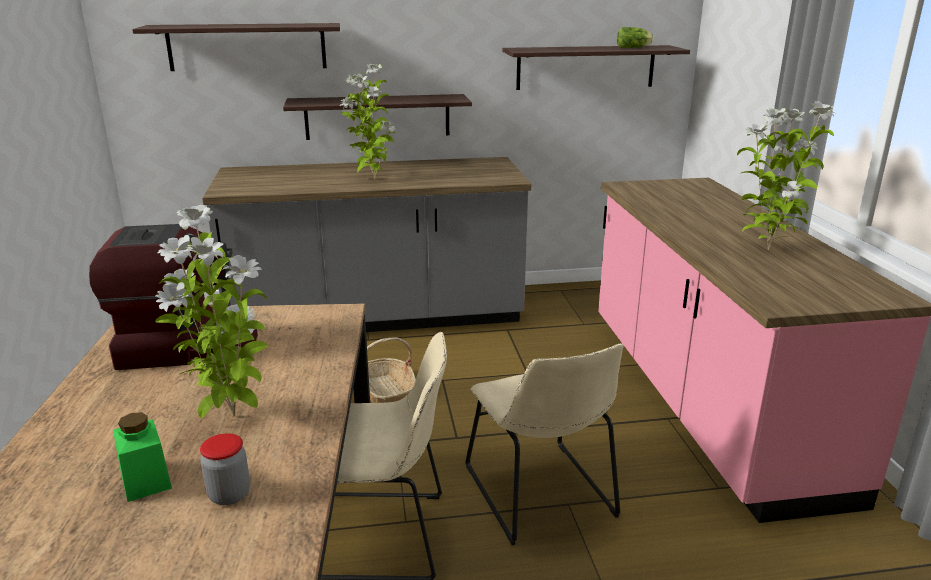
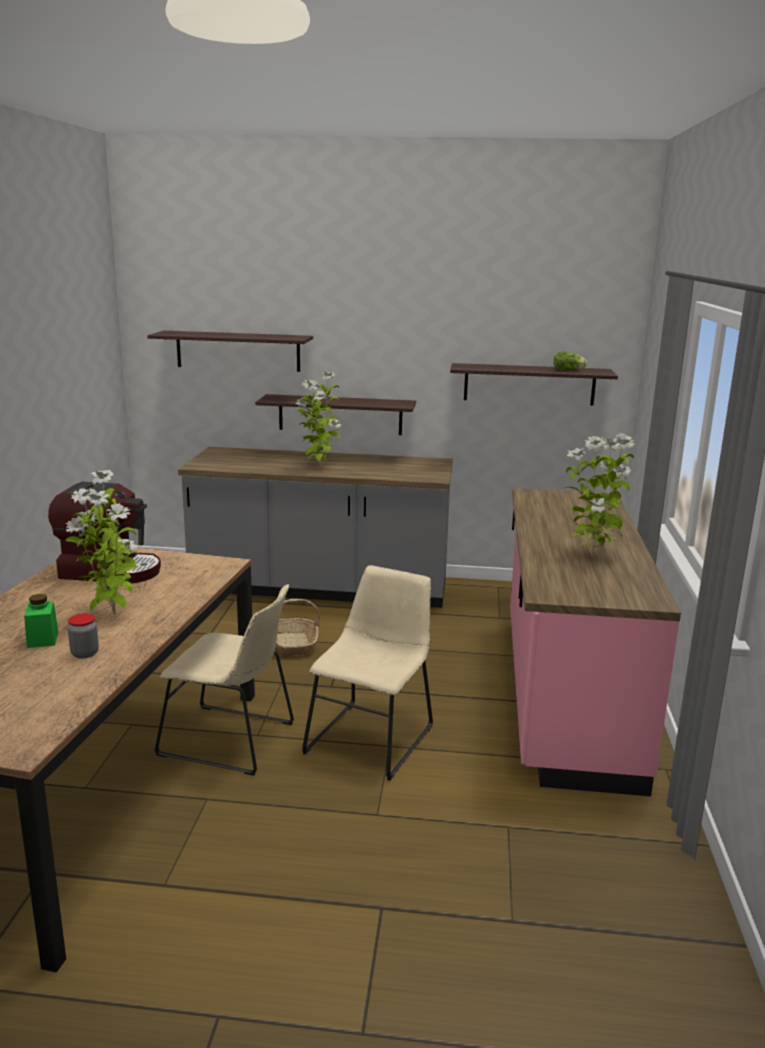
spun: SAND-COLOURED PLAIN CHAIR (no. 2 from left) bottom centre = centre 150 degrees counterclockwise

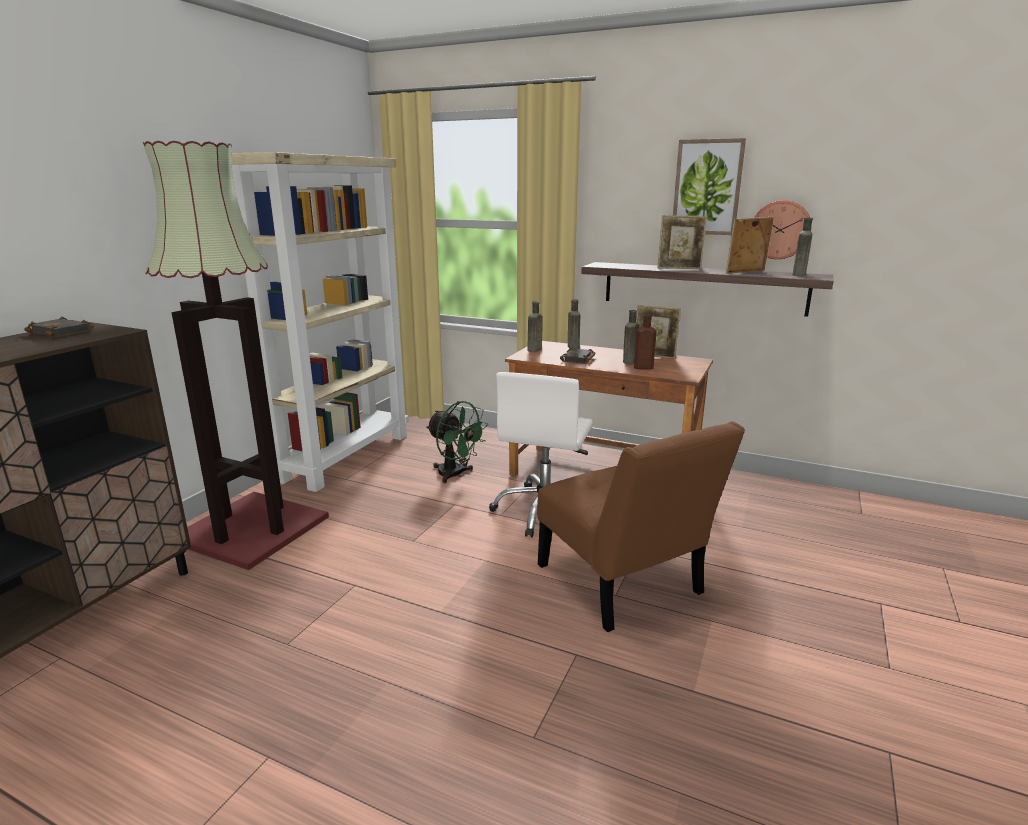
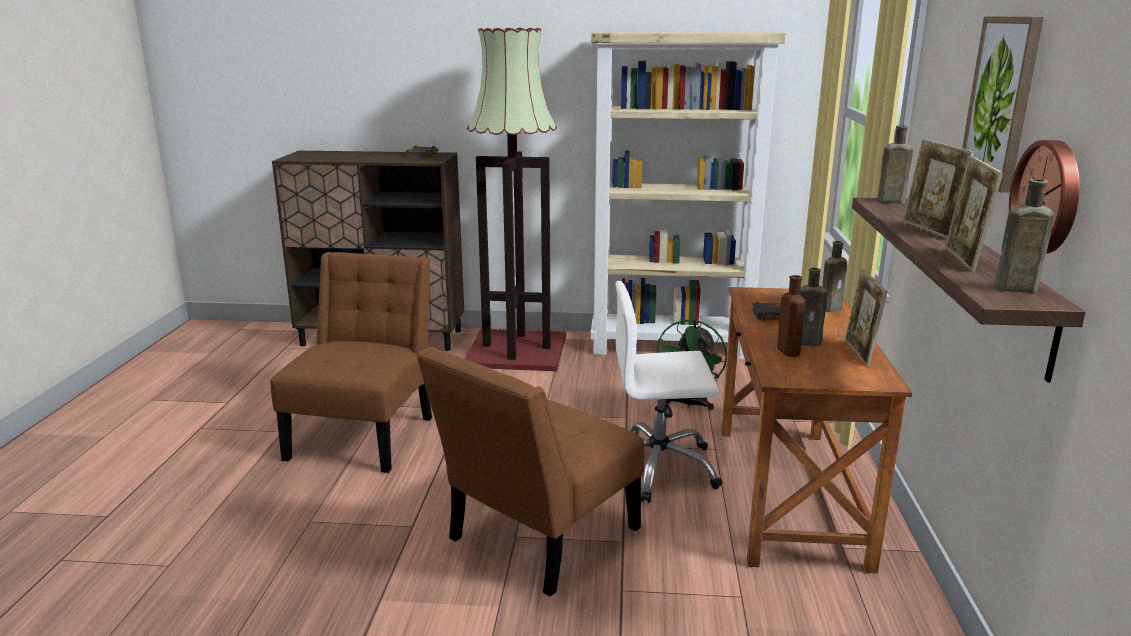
appeared: BROWN PLAIN CHAIR (no. 1 from left) middle left
relocated: BROWN DRINK BOTTLE (no. 1 from left in the first image) centre to BROWN DRINK BOTTLE (no. 4 from left) top right
spun: PICTURE FRAME (no. 3 from left) top right = middle right 135 degrees counterclockwise

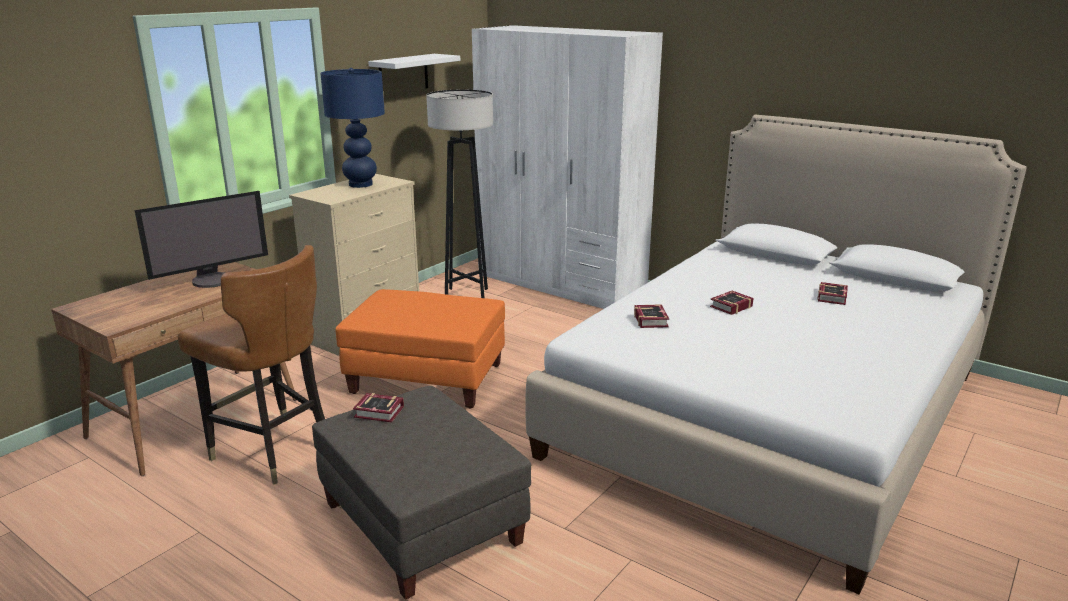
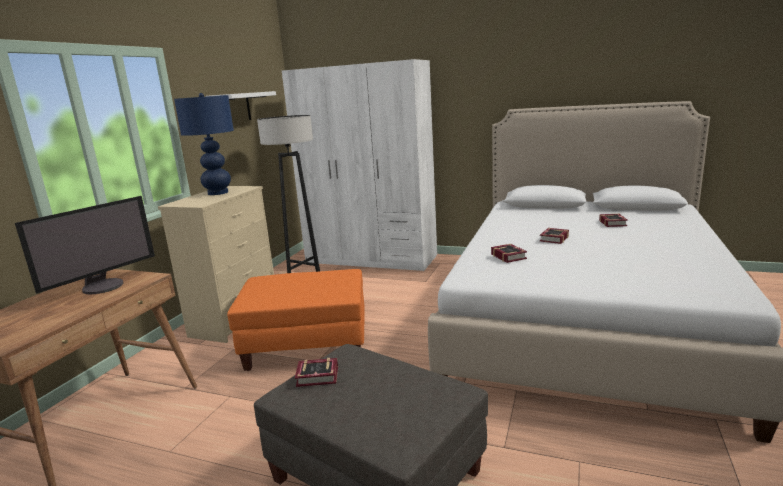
missing: BROWN PLAIN CHAIR middle left

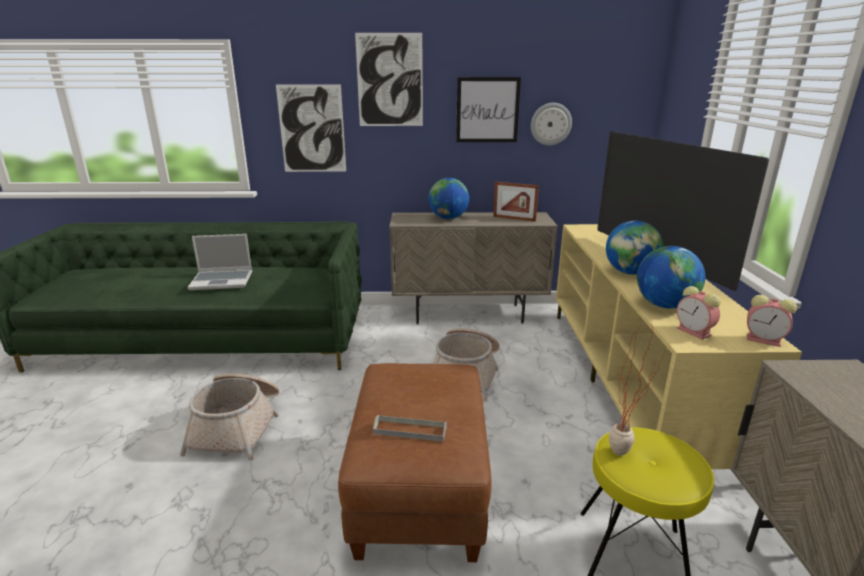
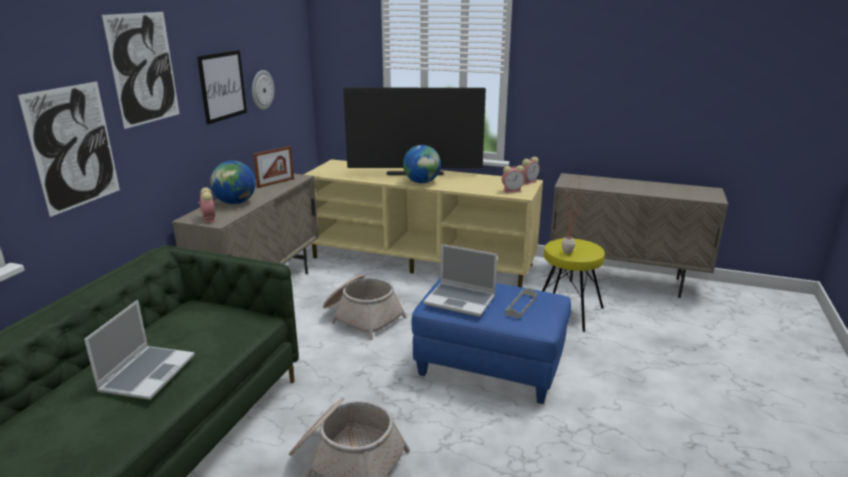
missing: WORLD GLOBE (no. 3 from left) middle right
appeared: TABLE CLOCK (no. 1 from left) middle left; LAPTOP (no. 2 from left) centre
colour: BROWN POUFFE bottom centre to BLUE POUFFE bottom centre

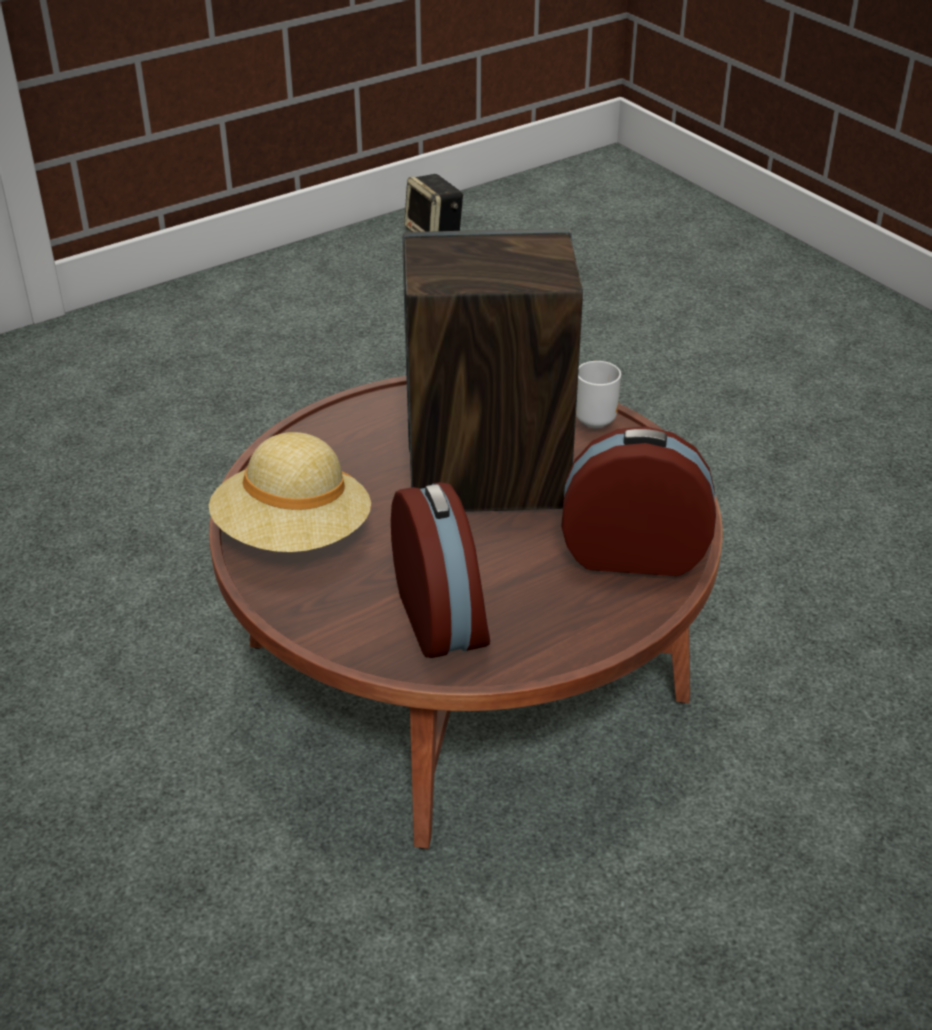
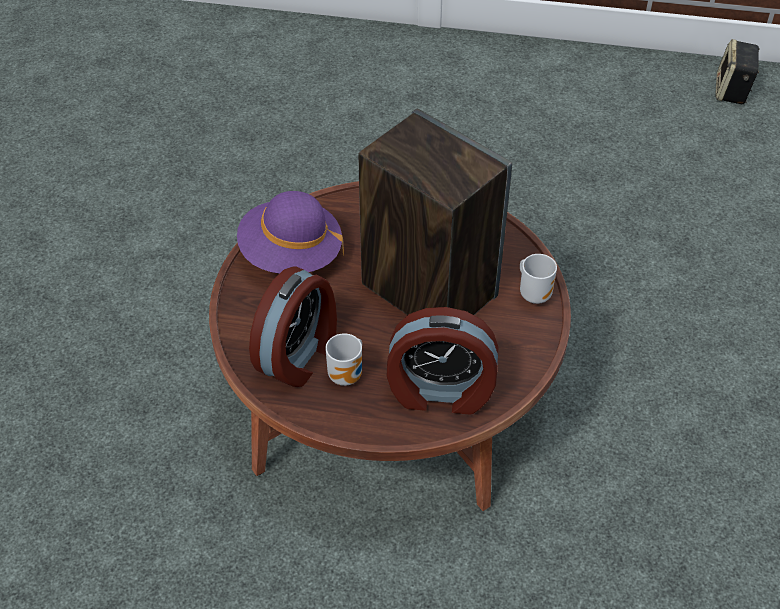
appeared: COFFEE MUG (no. 1 from left) centre
colour: SAND-COLOURED WEARABLE HAT middle left to PURPLE WEARABLE HAT centre
spun: TABLE CLOCK (no. 2 from left) middle right = centre 135 degrees clockwise

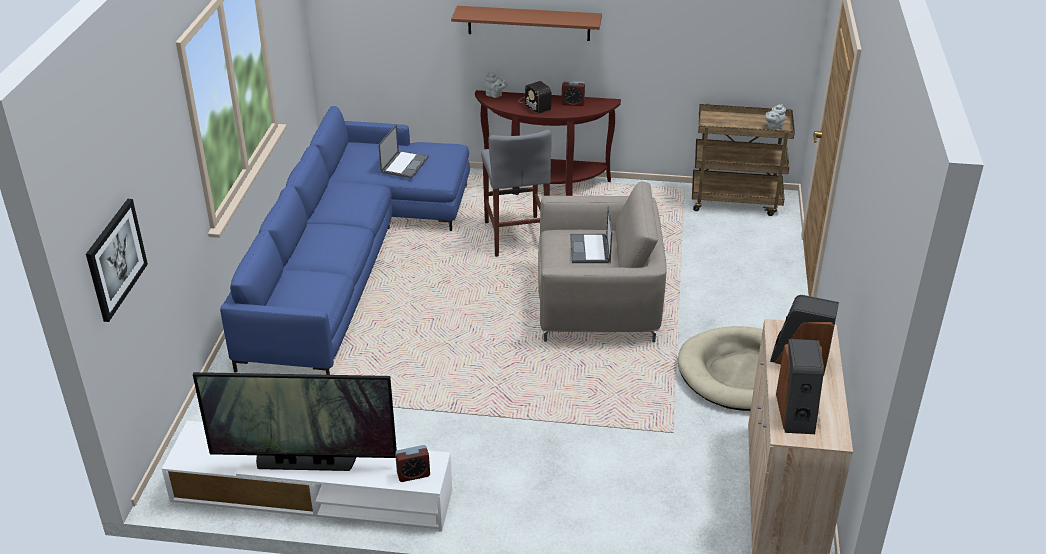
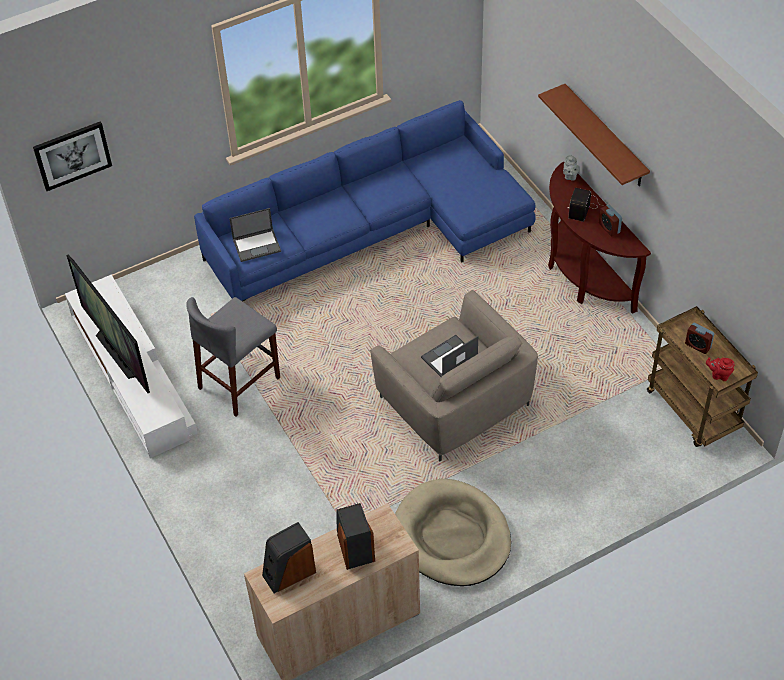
relocated: LAPTOP (no. 1 from left) top centre to middle left; GREYISH STOOL SEAT centre to middle left; TABLE CLOCK (no. 1 from left in the first image) bottom centre to TABLE CLOCK (no. 2 from left) middle right
colour: GREYISH TEAPOT (no. 2 from left) top right to RED TEAPOT middle right

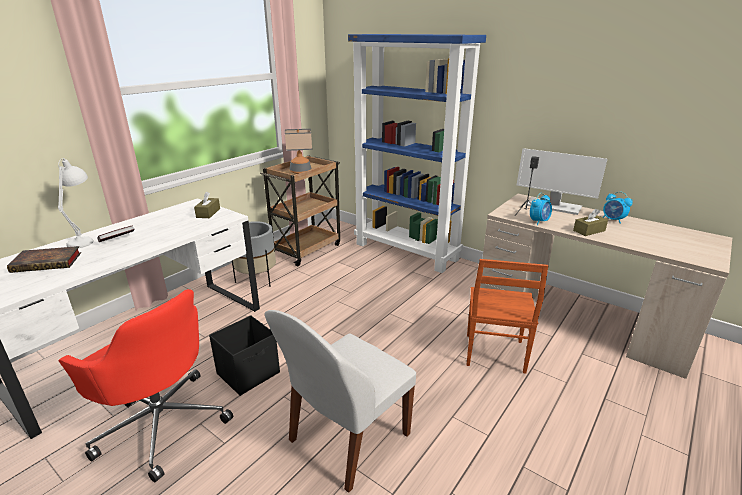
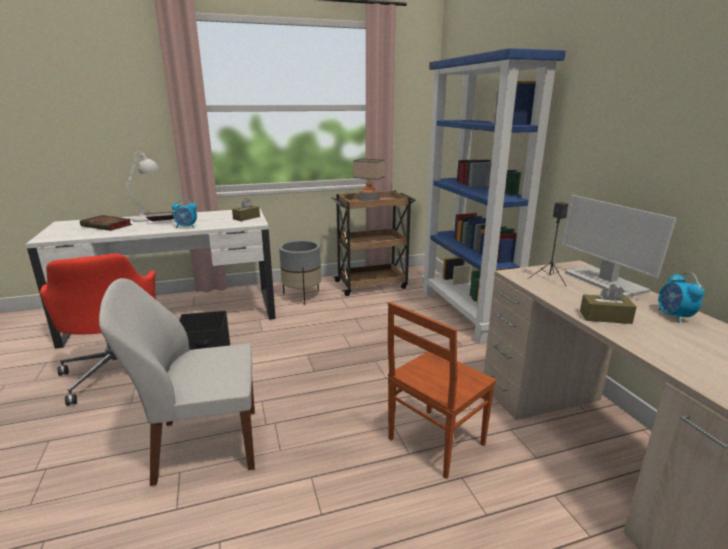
relocated: TABLE CLOCK (no. 1 from left) middle right to middle left

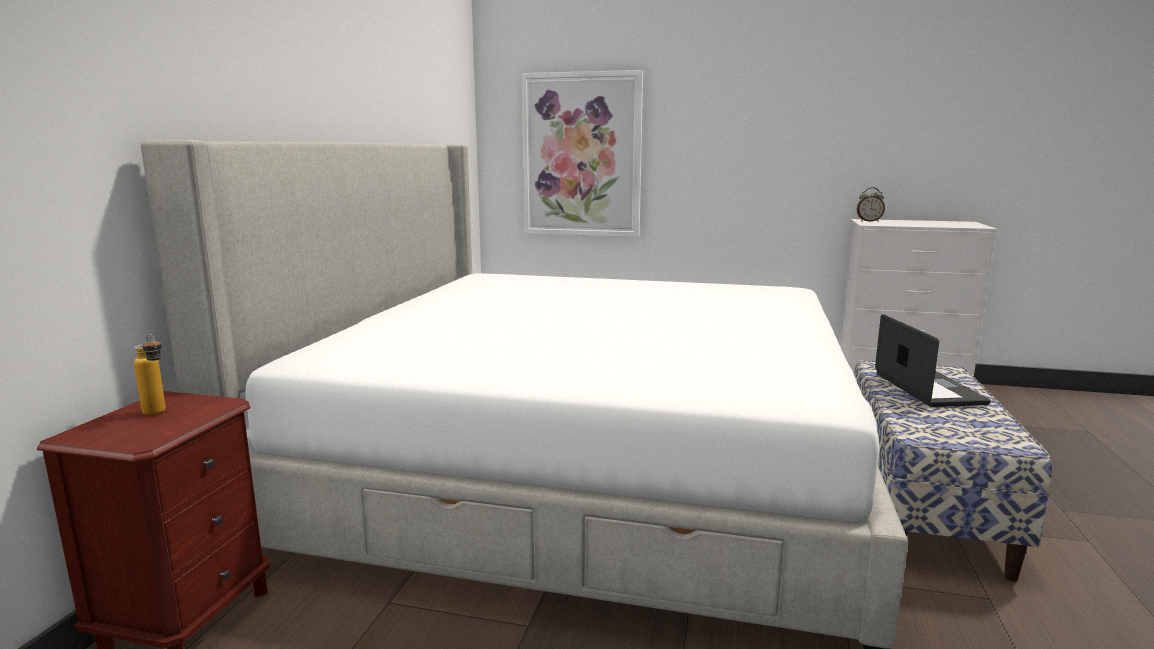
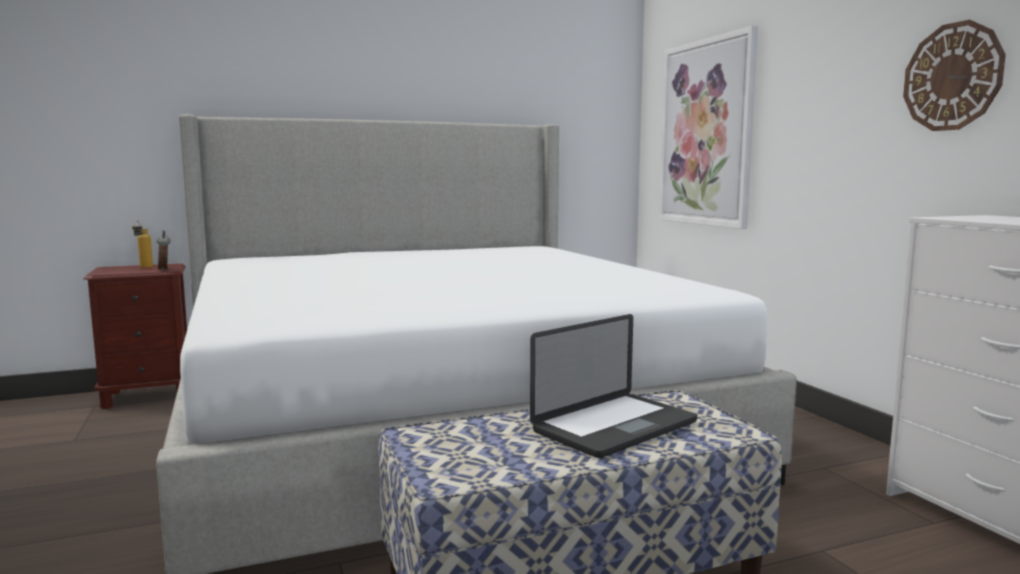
appeared: CLOCK ON THE WALL top right
relocated: TABLE CLOCK top right to middle left

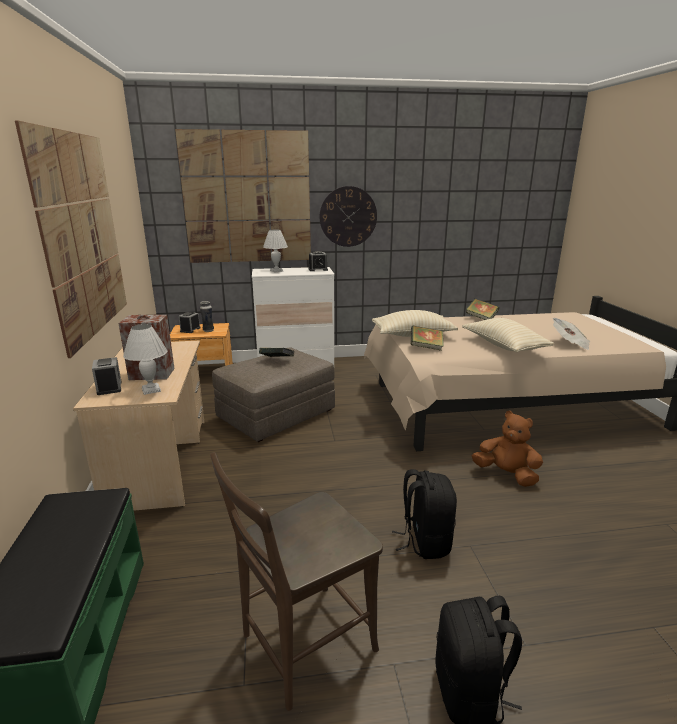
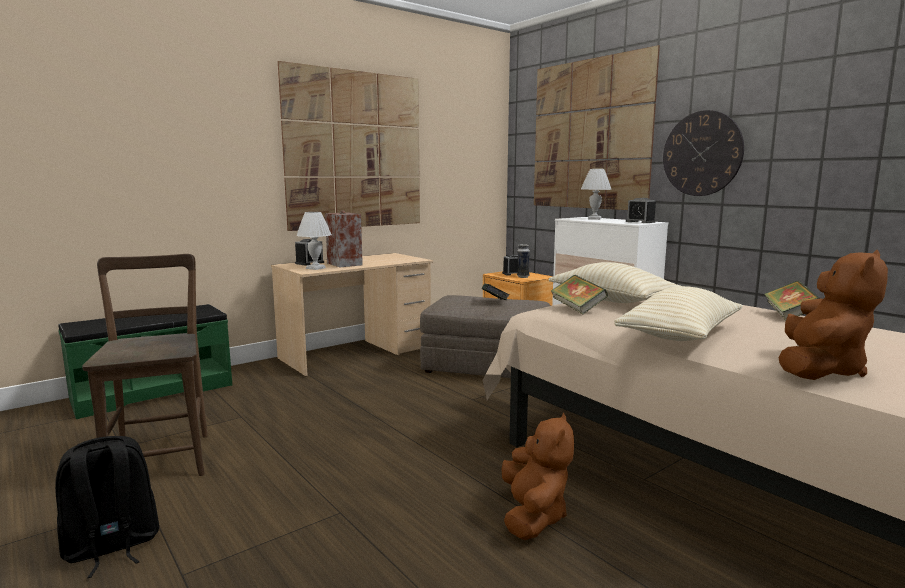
missing: BLACKISH KNAPSACK (no. 1 from left) bottom centre
exchanged: PRINTED PAPER middle right to BROWN PLUSH TOY (no. 2 from left) middle right
spun: BROWN PLAIN CHAIR bottom centre = middle left 45 degrees clockwise

